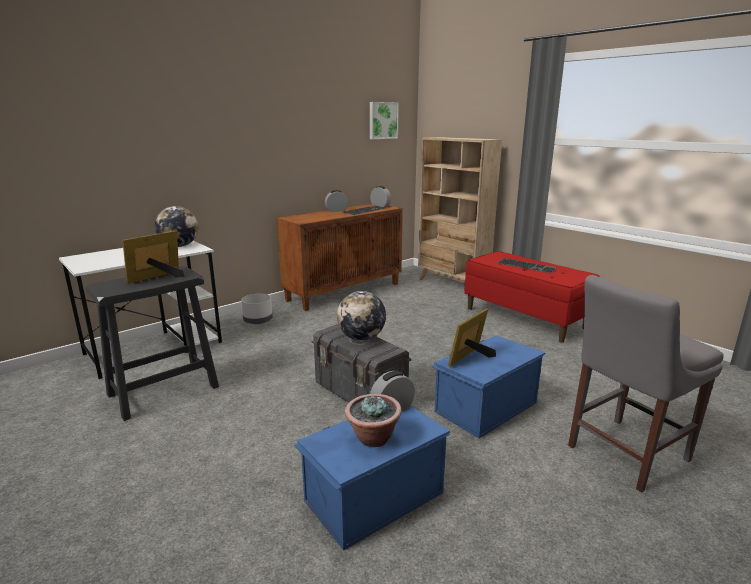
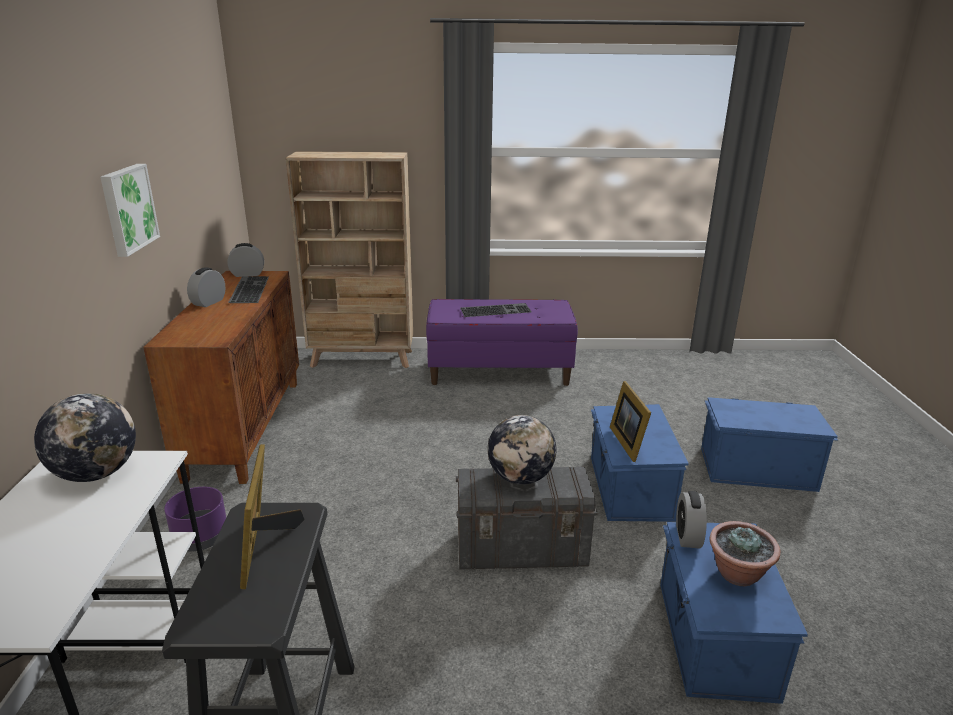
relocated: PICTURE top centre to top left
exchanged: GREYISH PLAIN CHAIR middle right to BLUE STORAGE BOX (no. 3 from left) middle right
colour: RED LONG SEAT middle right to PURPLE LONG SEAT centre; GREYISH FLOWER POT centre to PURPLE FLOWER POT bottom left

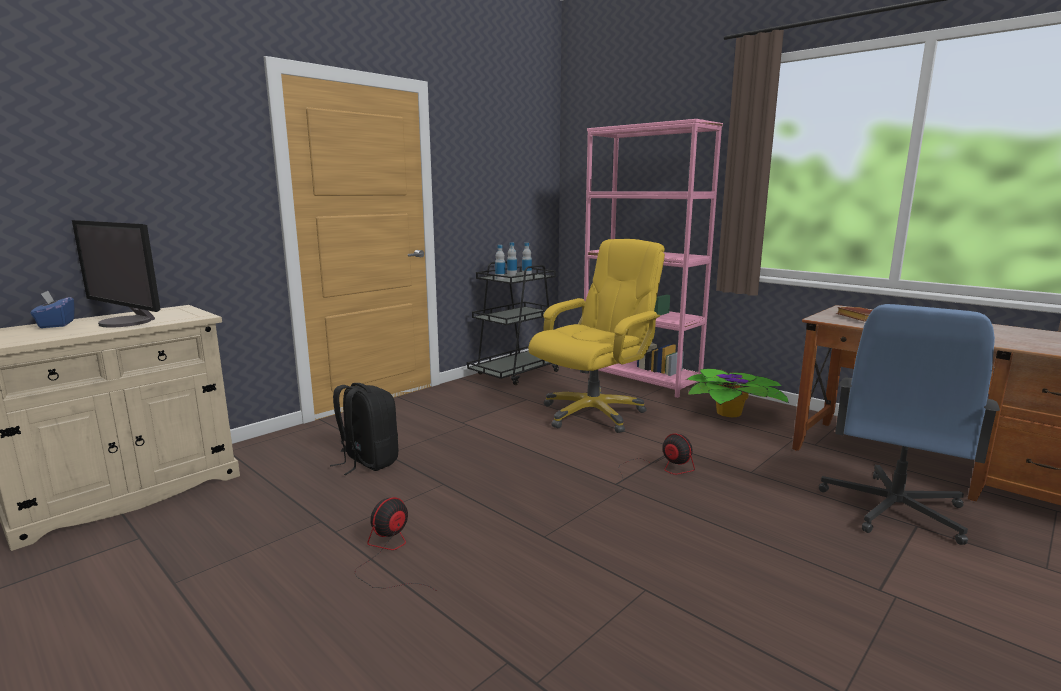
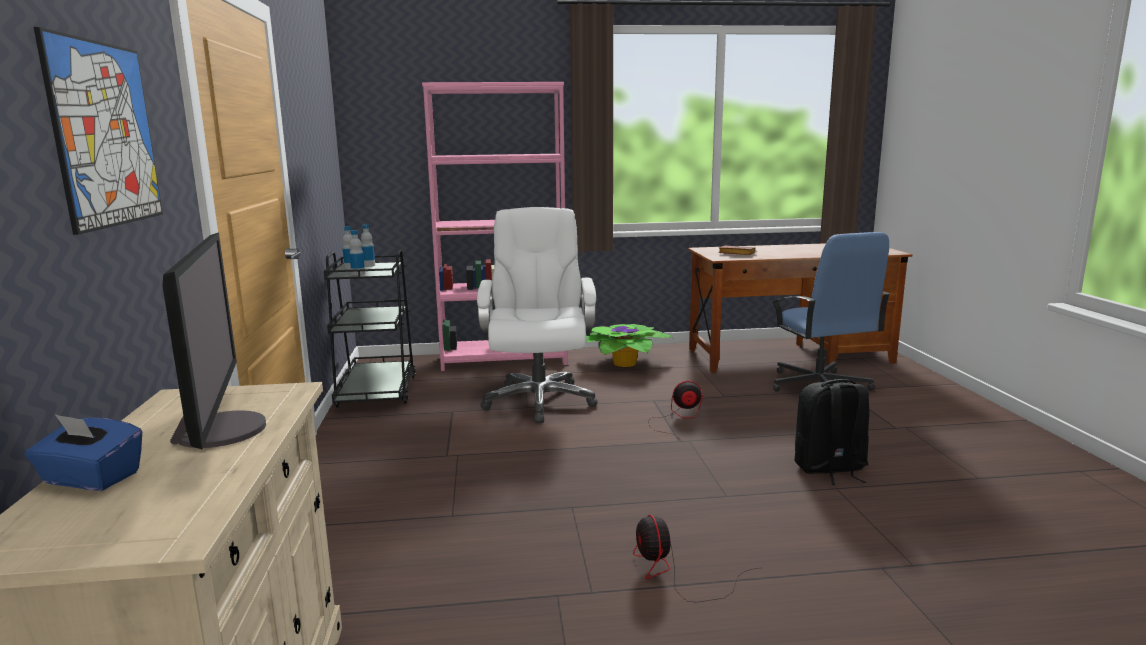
appeared: PICTURE top left
relocated: BLACKISH KNAPSACK centre to bottom right
colour: YELLOW OFFICE CHAIR centre to WHITE-COLOURED OFFICE CHAIR centre
spun: MONITOR middle left = middle left 90 degrees counterclockwise

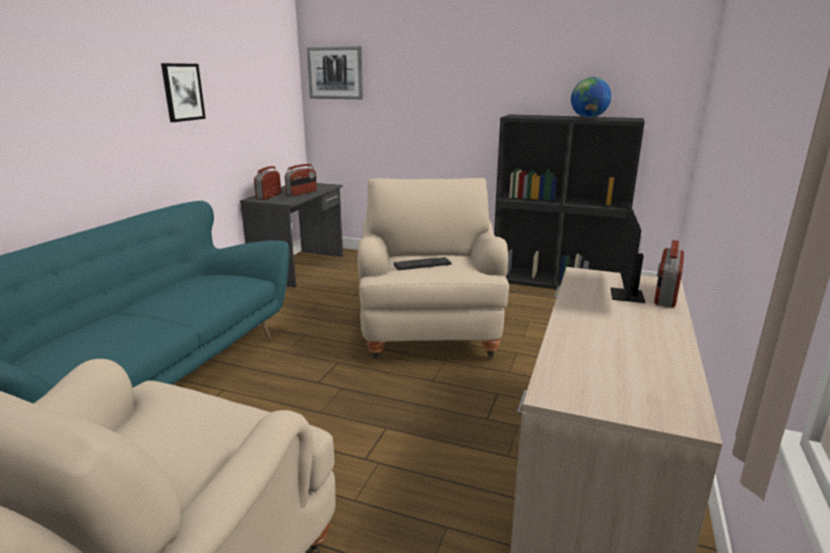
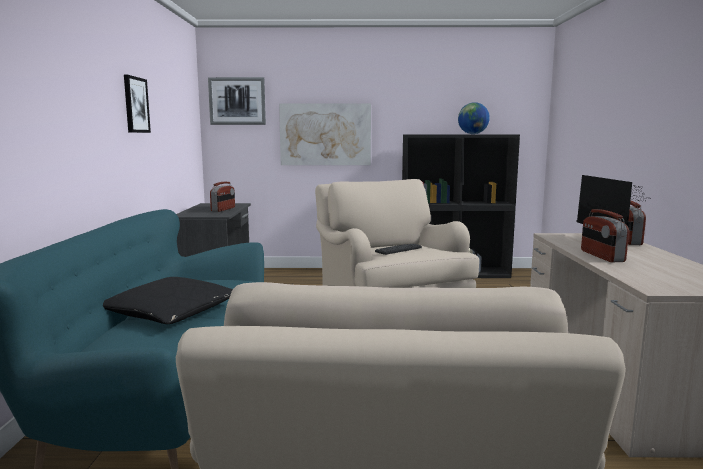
appeared: PICTURE (no. 3 from left) top centre; BLACKISH PILLOW middle left
relocated: RADIO (no. 1 from left in the first image) top left to RADIO (no. 2 from left) middle right

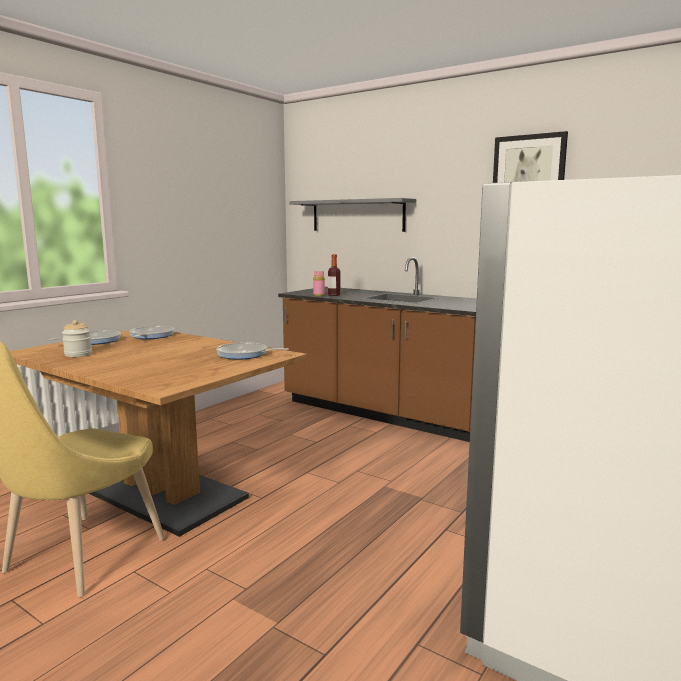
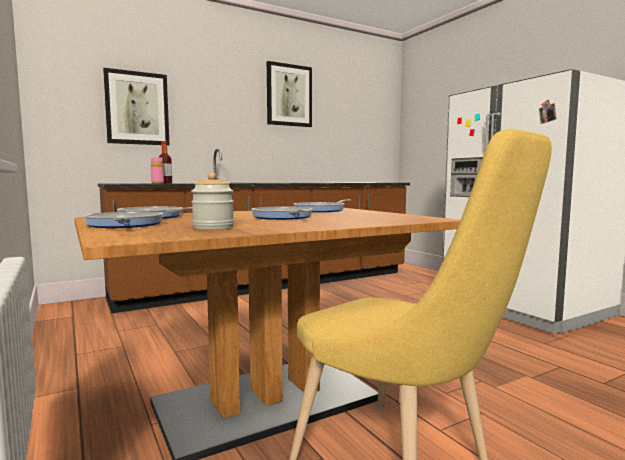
appeared: SKILLET (no. 3 from left) centre
exchanged: GREYISH BRACKET SHELF top centre to PICTURE (no. 1 from left) top left

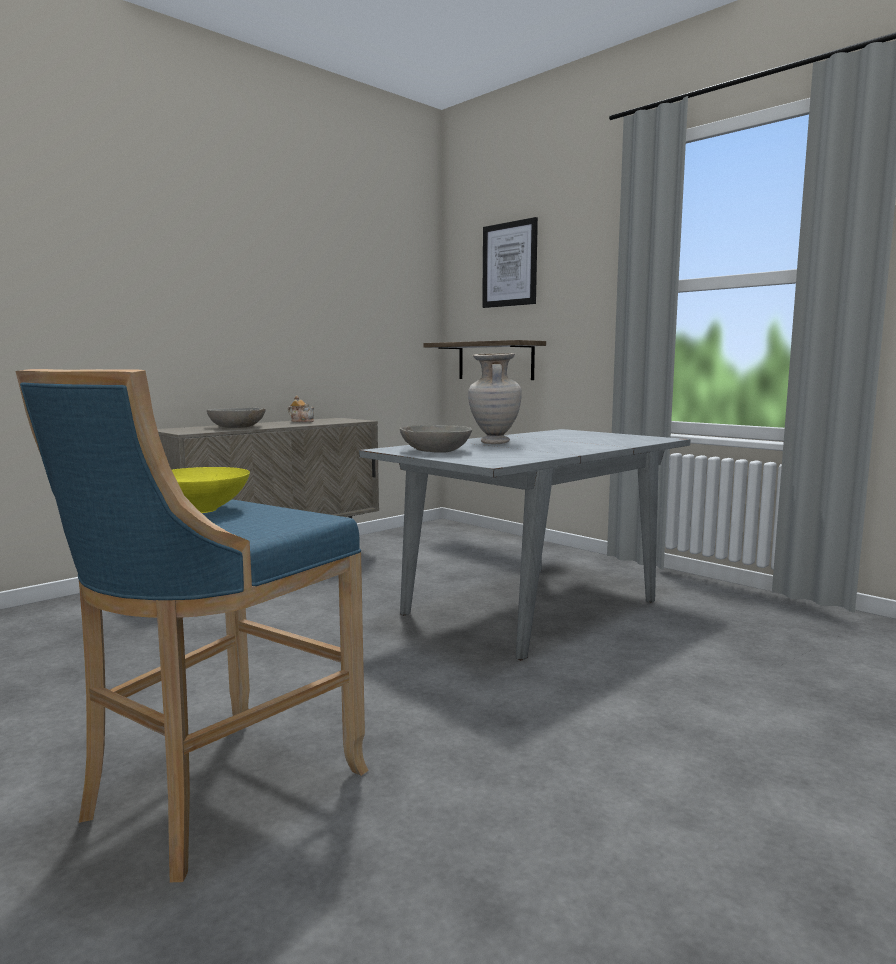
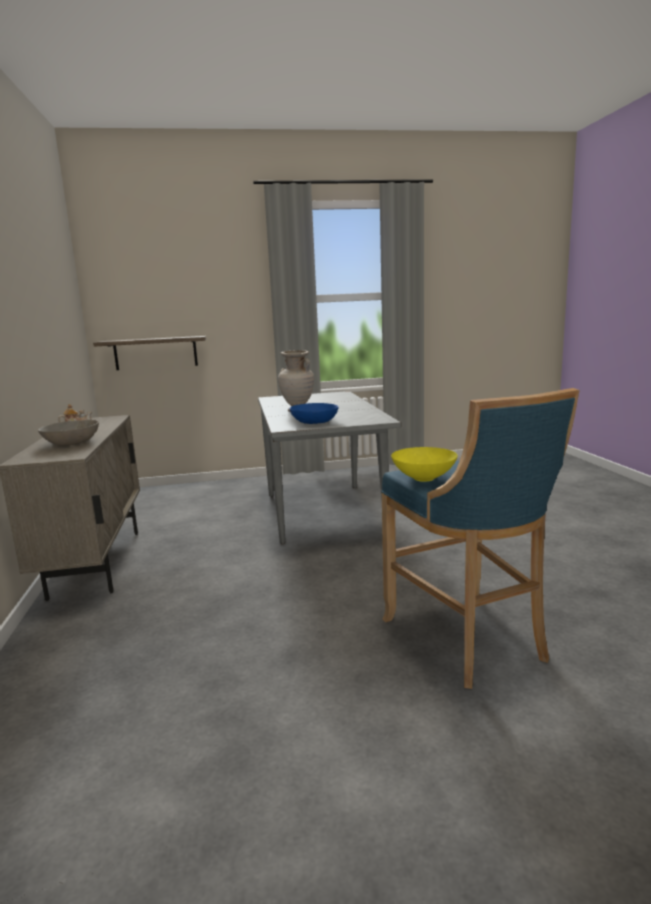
missing: PICTURE top centre
colour: GREYISH BOWL (no. 2 from left) centre to BLUE BOWL centre

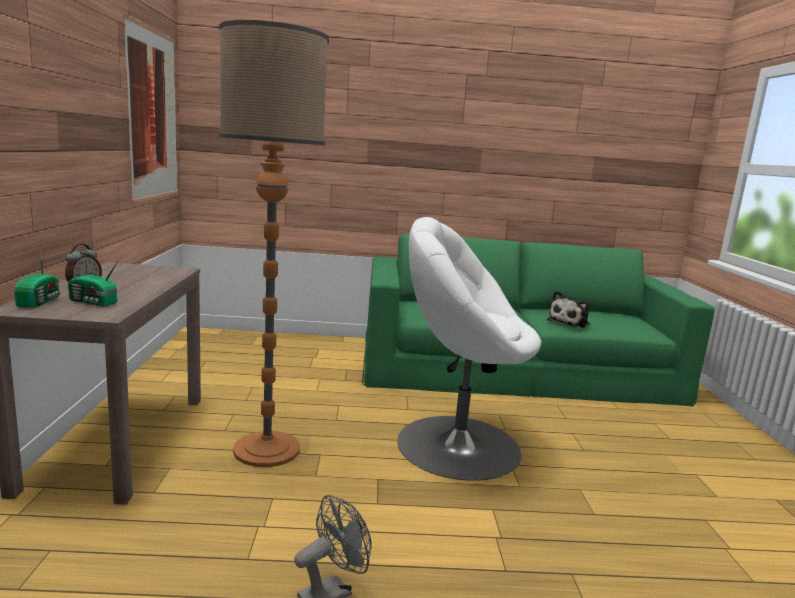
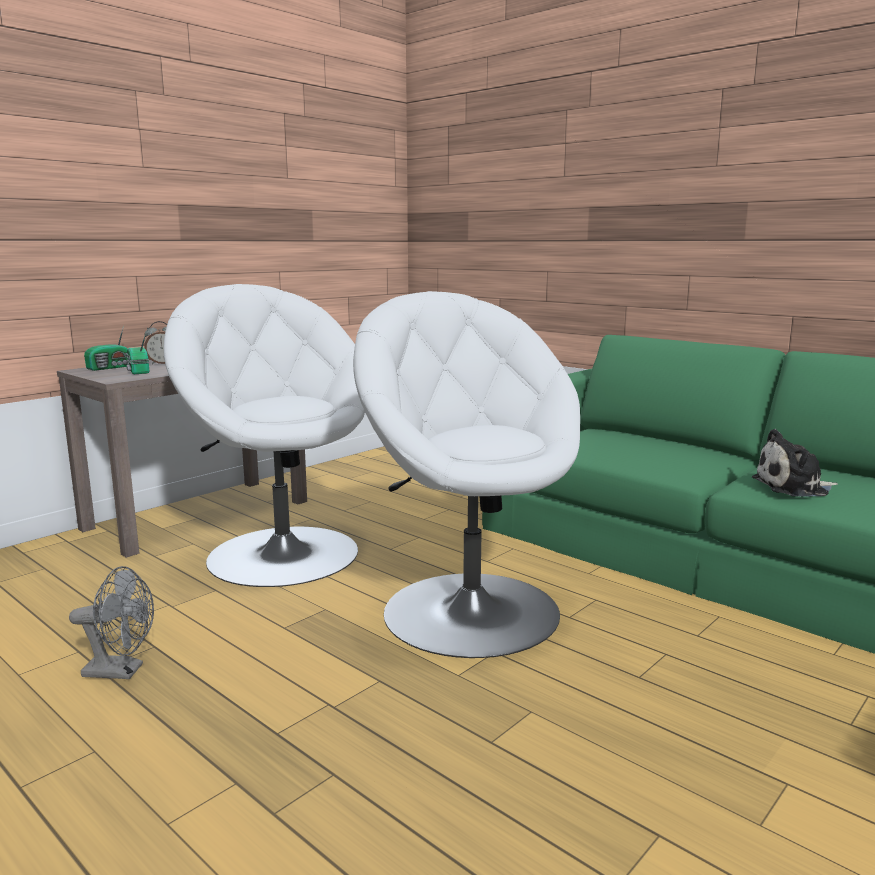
missing: PICTURE top left
exchanged: STANDARD LAMP centre to WHITE-COLOURED EASY CHAIR (no. 1 from left) middle left

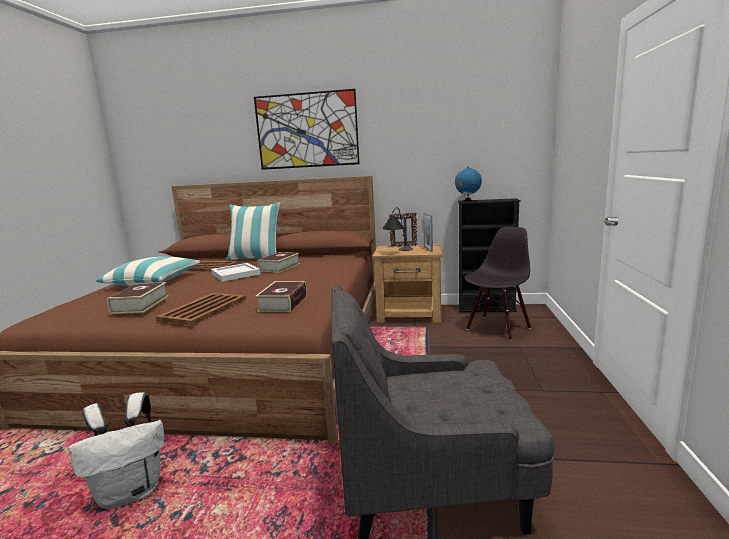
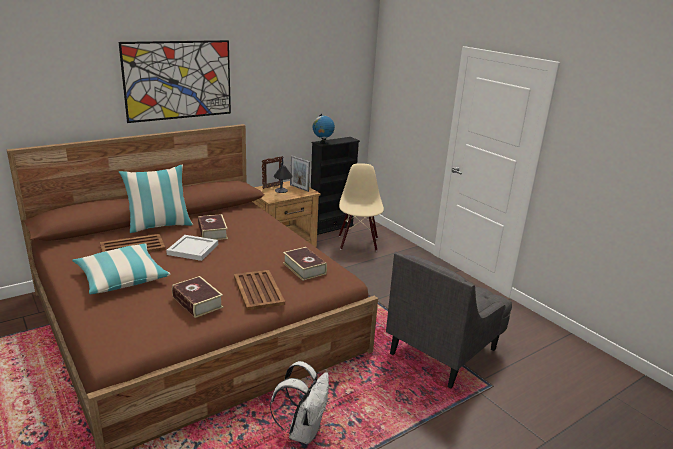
colour: BLACKISH PLAIN CHAIR middle right to SAND-COLOURED PLAIN CHAIR centre

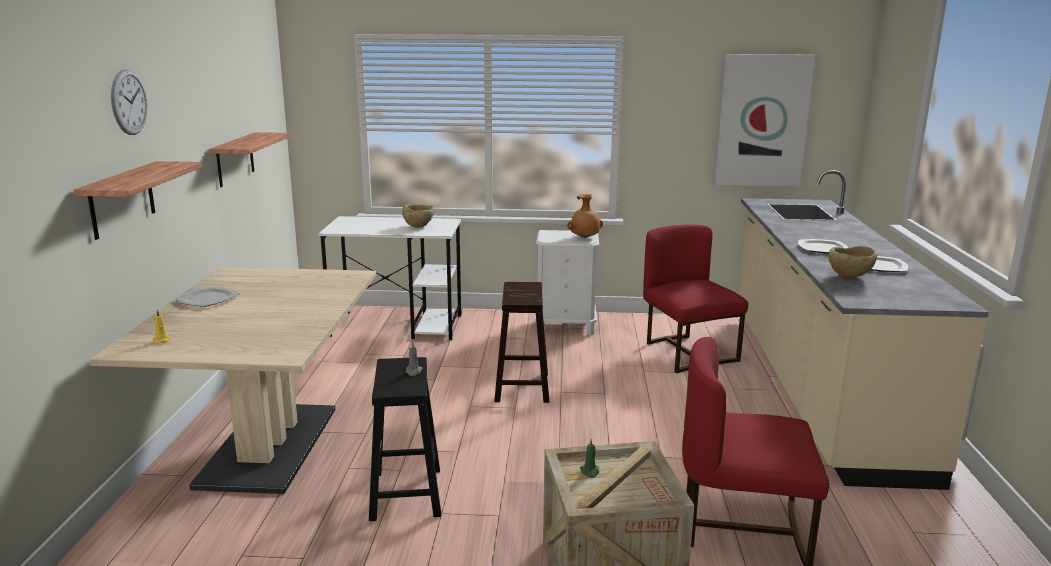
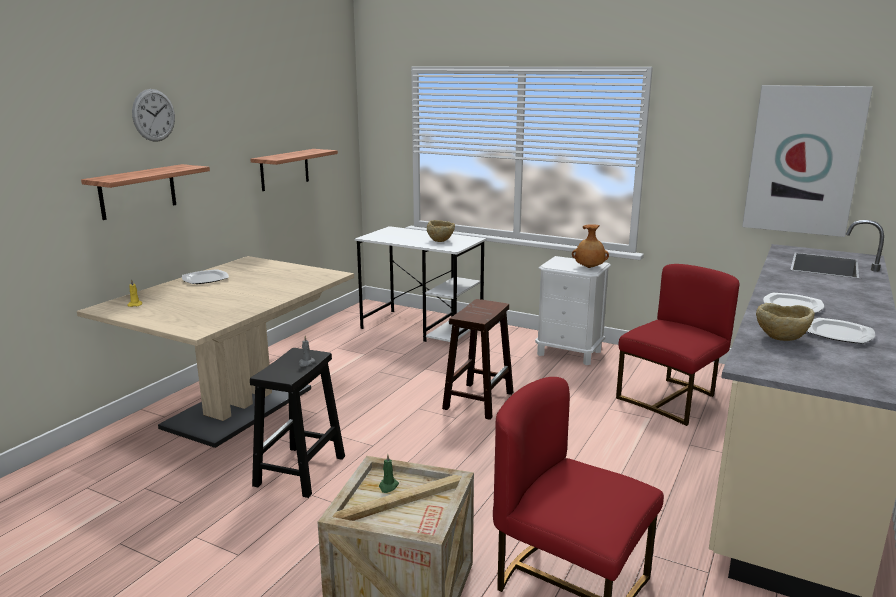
spun: RED PLAIN CHAIR (no. 1 from left in the first image) centre = middle right 45 degrees clockwise

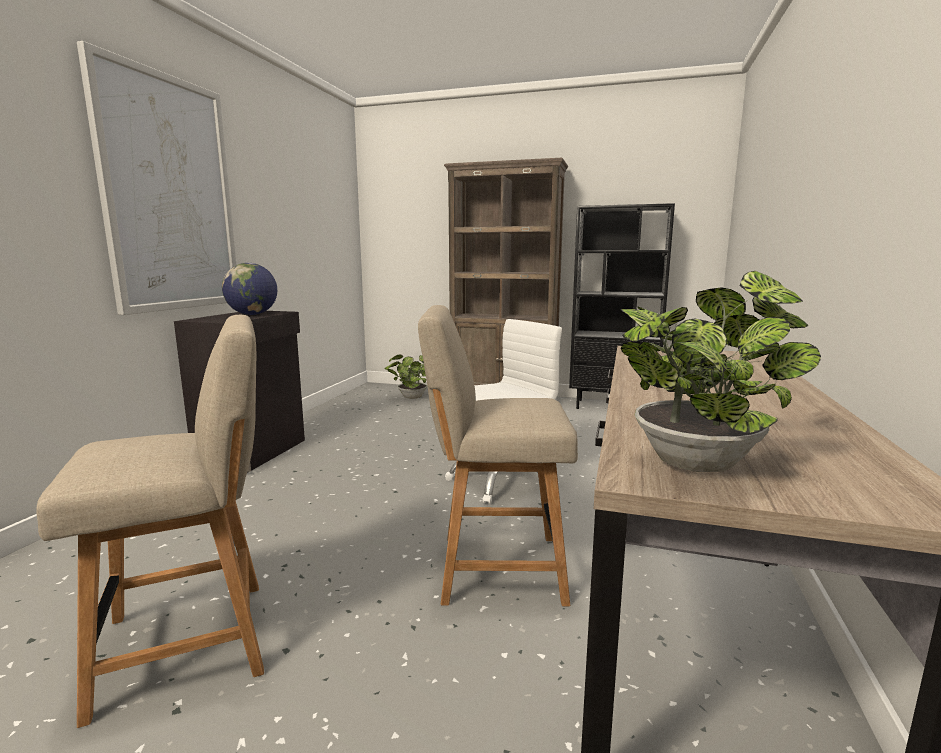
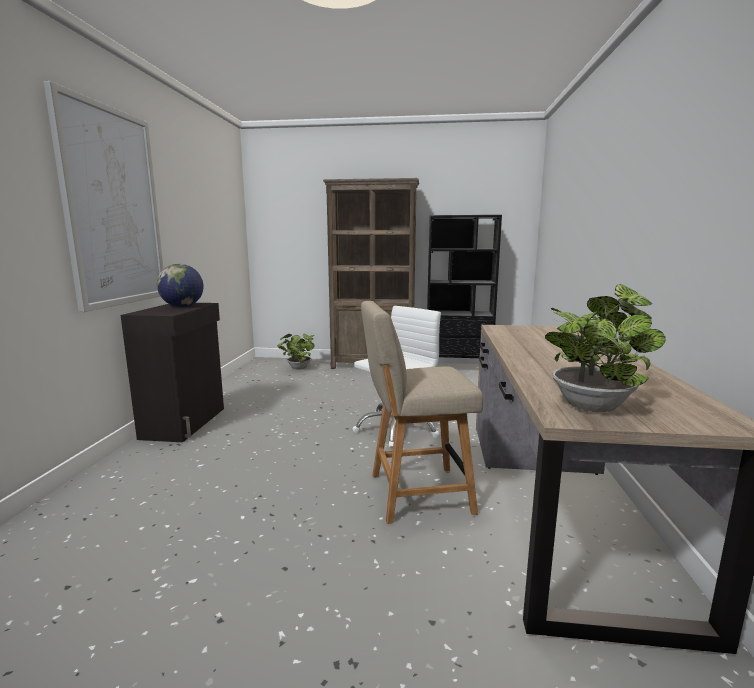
missing: SAND-COLOURED PLAIN CHAIR (no. 1 from left) bottom left

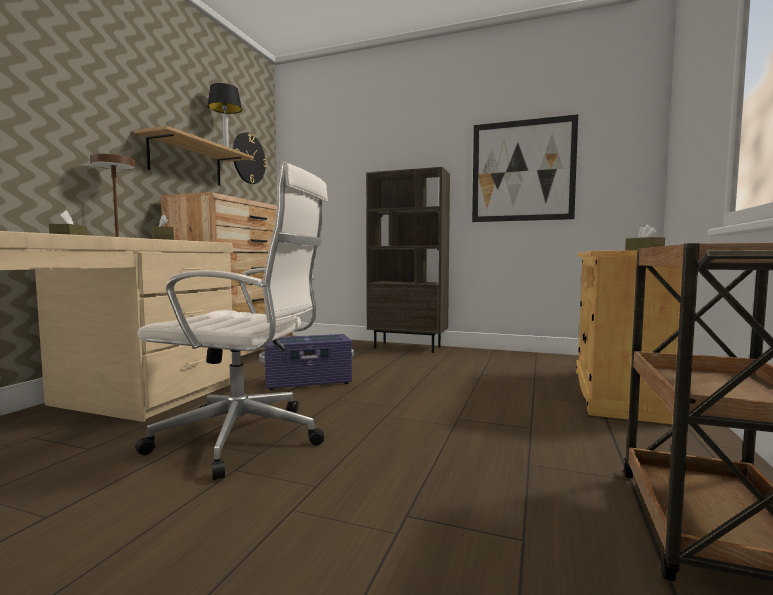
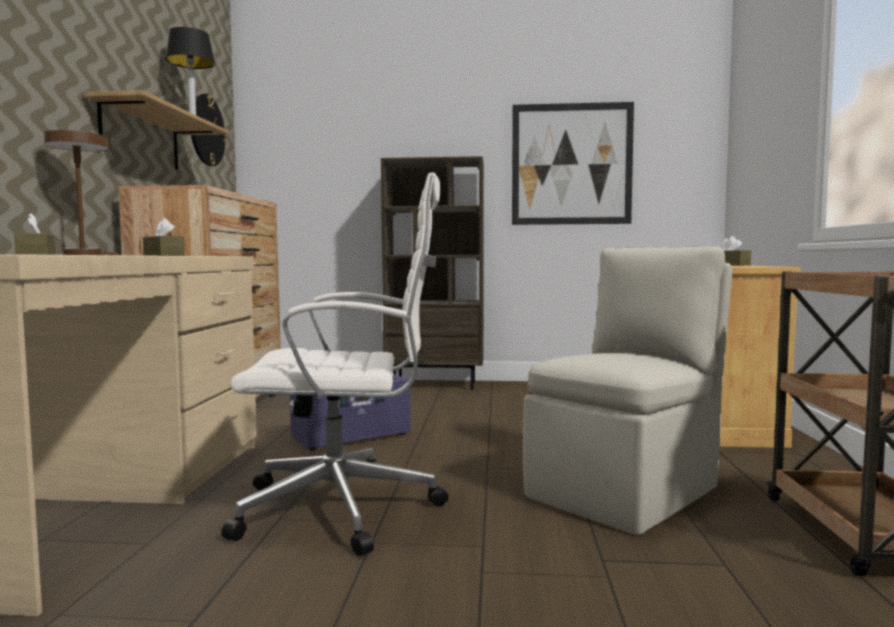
appeared: SAND-COLOURED PLAIN CHAIR middle right

